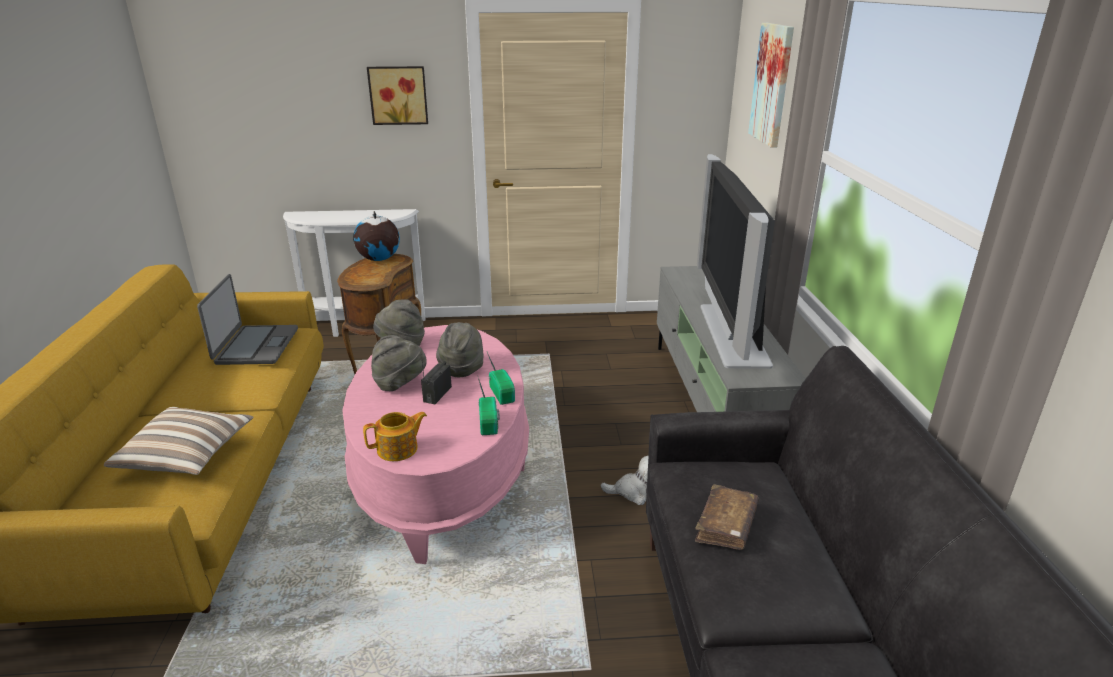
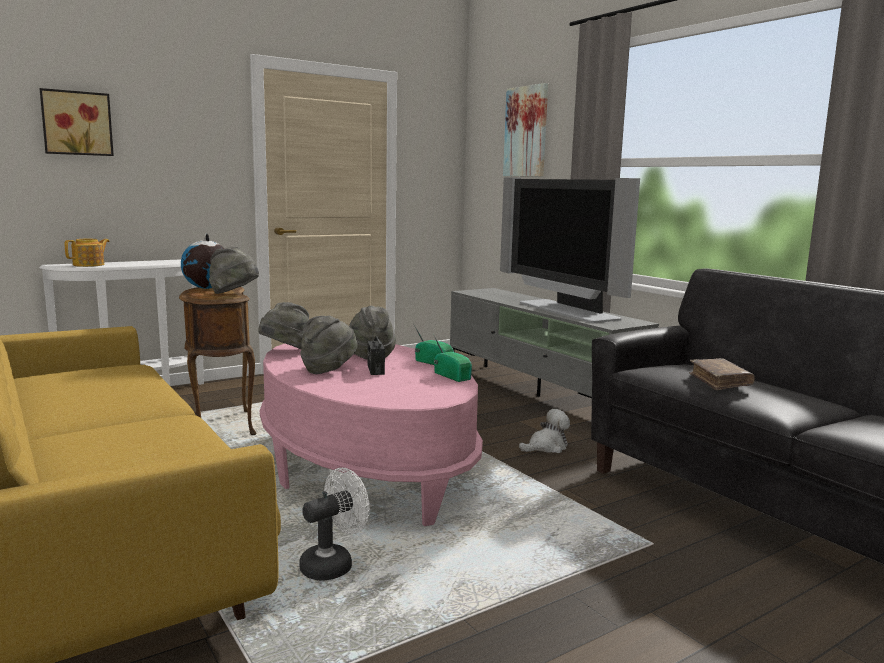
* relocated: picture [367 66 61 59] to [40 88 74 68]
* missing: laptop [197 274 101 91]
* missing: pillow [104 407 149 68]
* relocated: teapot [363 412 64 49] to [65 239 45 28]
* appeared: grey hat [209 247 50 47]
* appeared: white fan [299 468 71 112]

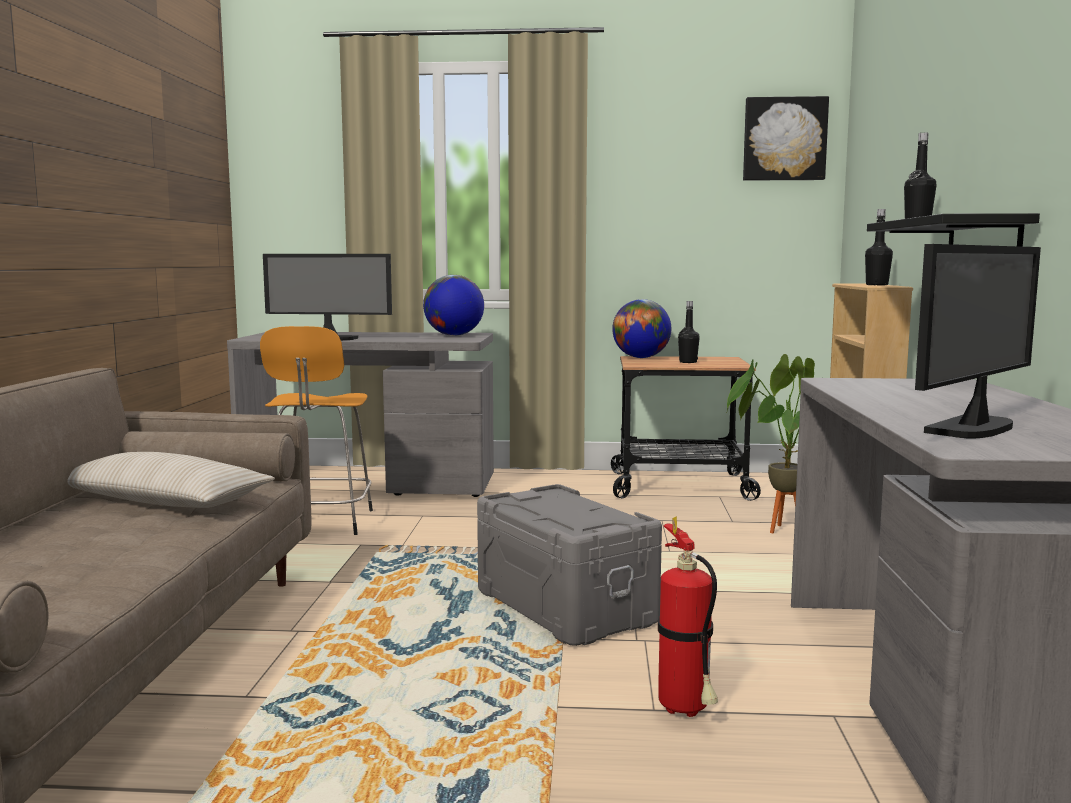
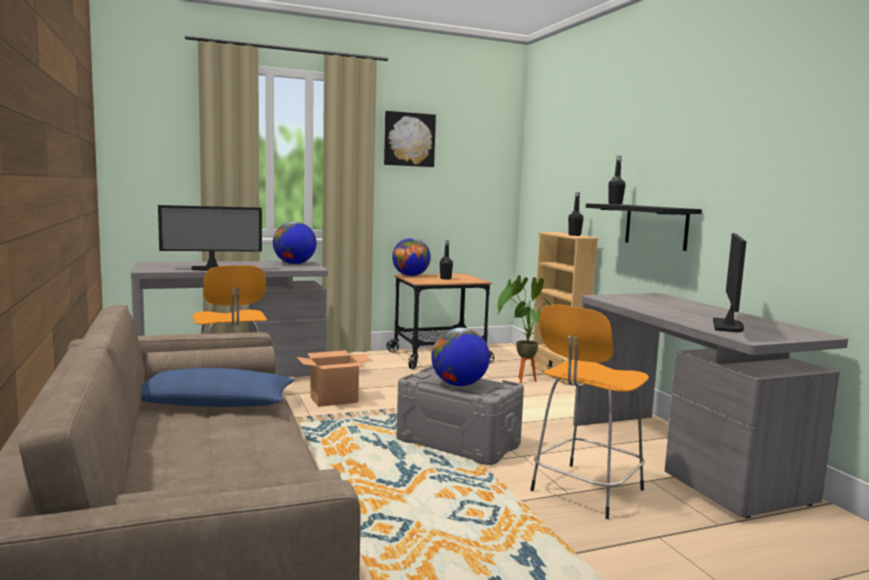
* relocated: picture [743 96 86 85] to [384 111 52 56]
* colour: beige pillow [67 452 208 56] to blue pillow [141 368 153 39]
* exchanged: fire extinguisher [658 516 60 201] to orange stool [530 304 119 215]
* appeared: globe [431 328 59 58]
* appeared: cardboard box [297 350 76 57]

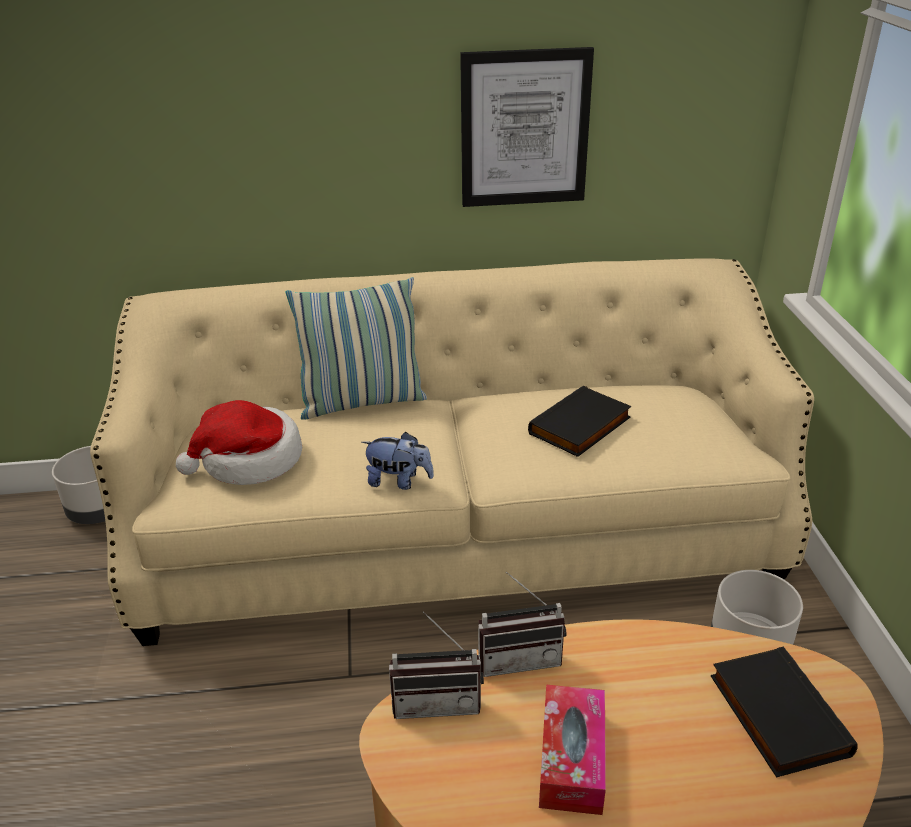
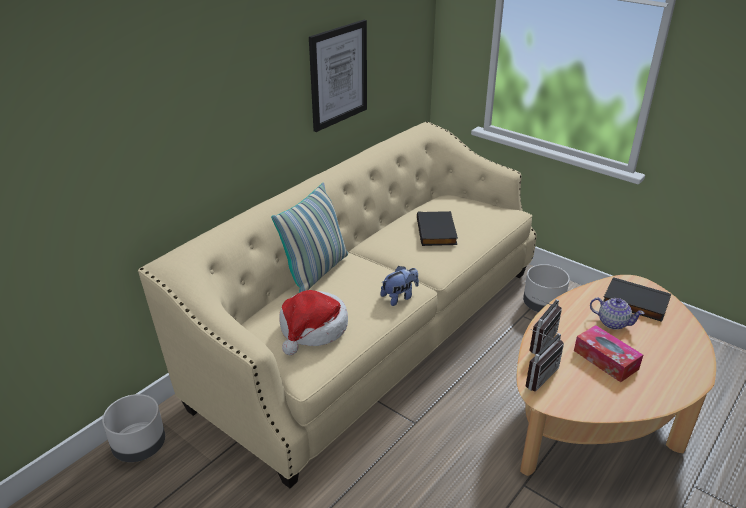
* appeared: teapot [590 297 55 33]

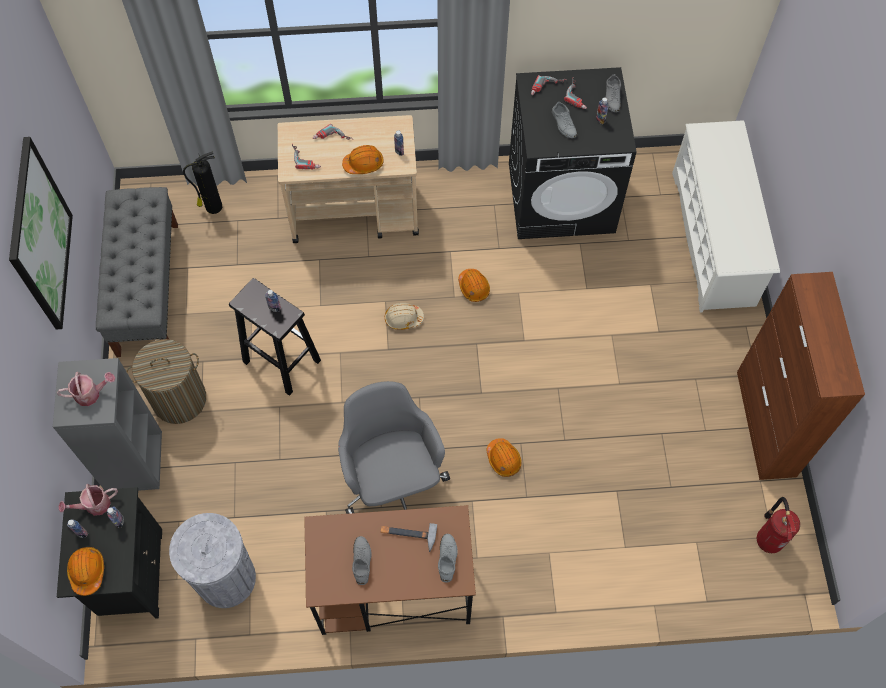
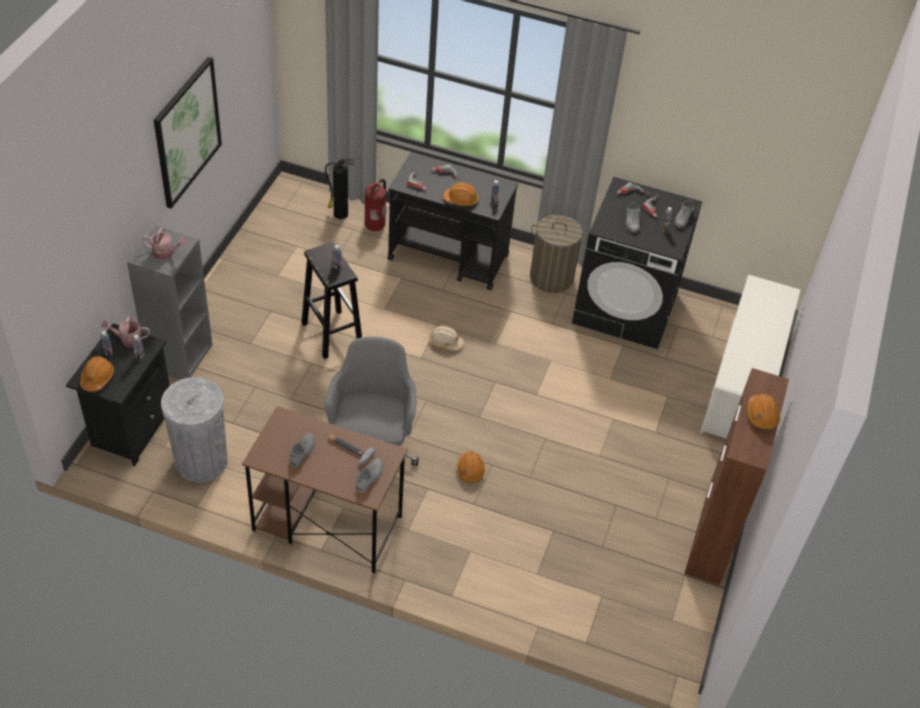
* colour: beige cart [278 115 141 128] to black cart [387 152 131 138]
* missing: grey bench [96 187 82 170]
* relocated: orange hard hat [458 269 32 33] to [747 394 33 36]
* relocated: laundry basket [126 339 80 85] to [530 215 58 78]
* relocated: fire extinguisher [757 497 43 56] to [365 179 21 52]

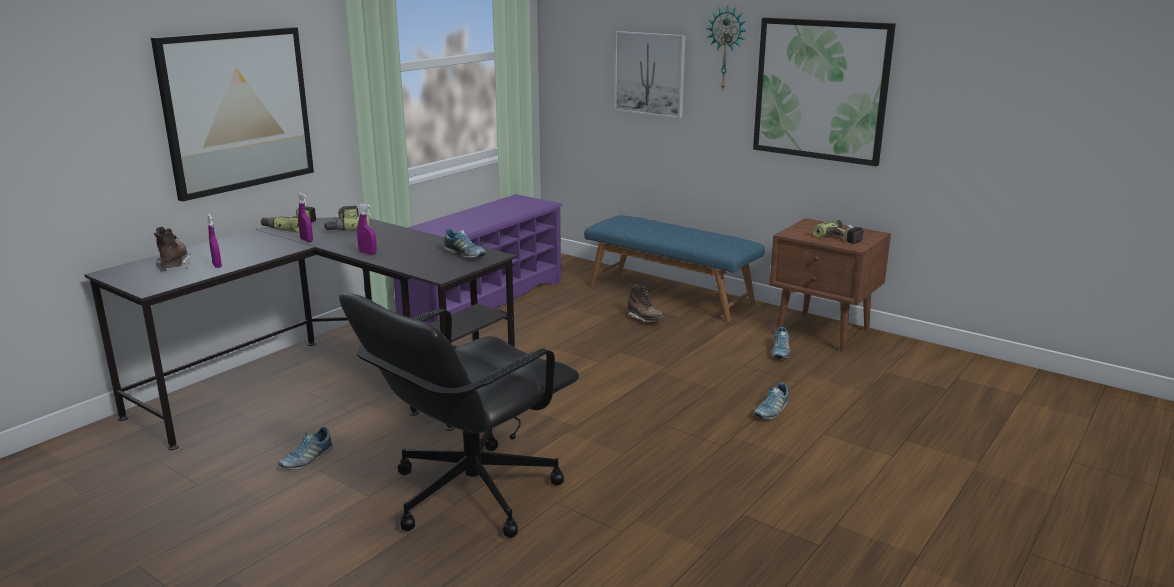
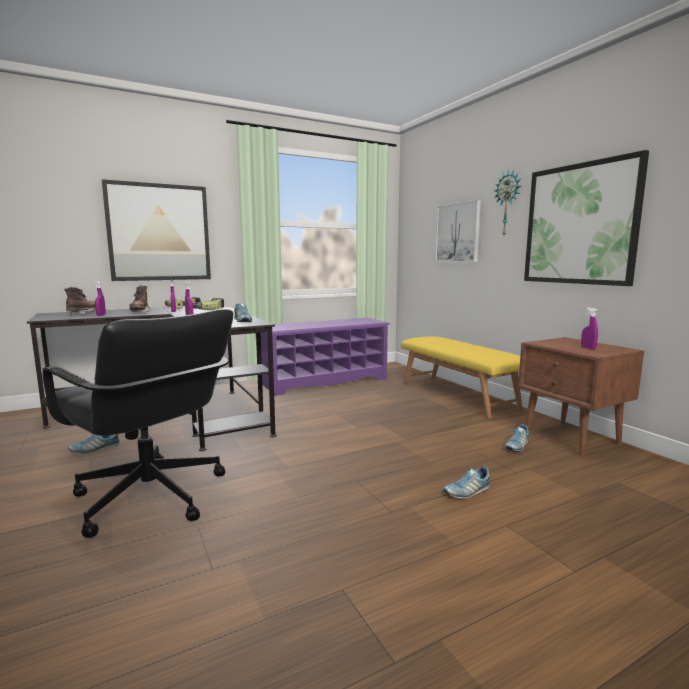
* colour: blue bench [584 215 181 107] to yellow bench [401 336 122 82]
* exchanged: power drill [813 220 51 24] to purple spray bottle [581 307 17 43]
* relocated: brown boot [627 283 38 39] to [127 285 24 27]
* spun: black office chair [339 293 240 245] = [42 309 191 229] 120 degrees counterclockwise

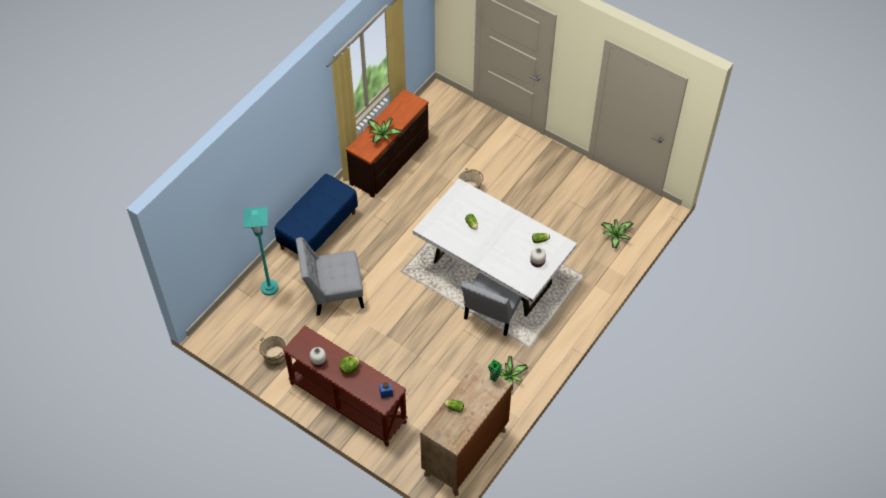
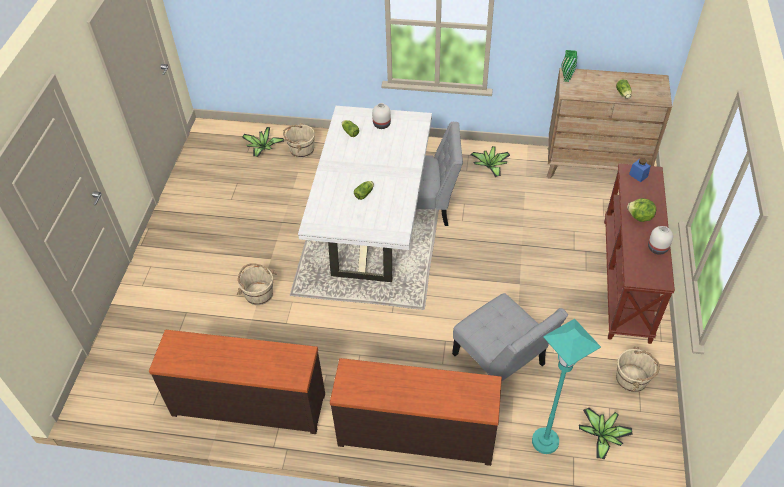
* relocated: potted plant [368 117 34 27] to [579 408 54 51]
* exchanged: blue bench [275 174 83 80] to brown dresser [330 358 172 108]
* appeared: beige bucket [283 123 32 35]

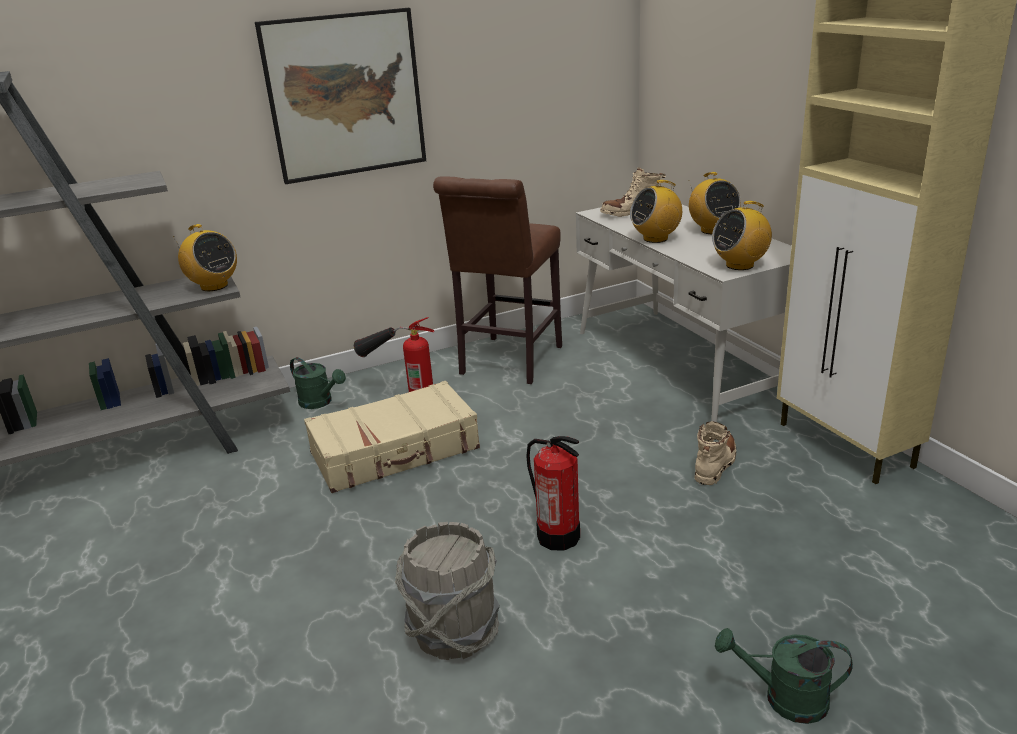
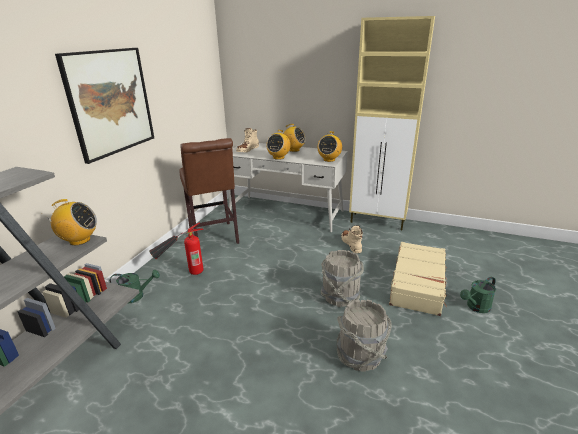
* relocated: beige suitcase [304 381 176 112] to [389 242 58 74]
* exchanged: fire extinguisher [526 436 54 115] to grey bucket [321 250 43 57]

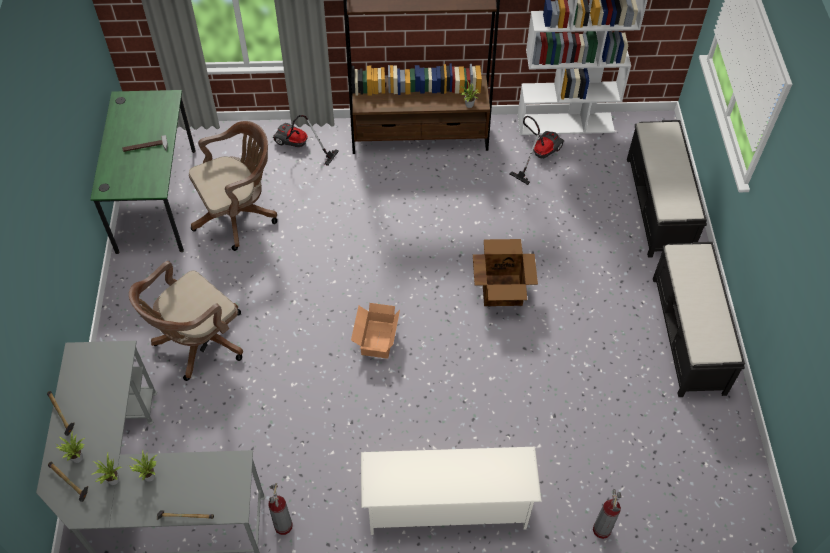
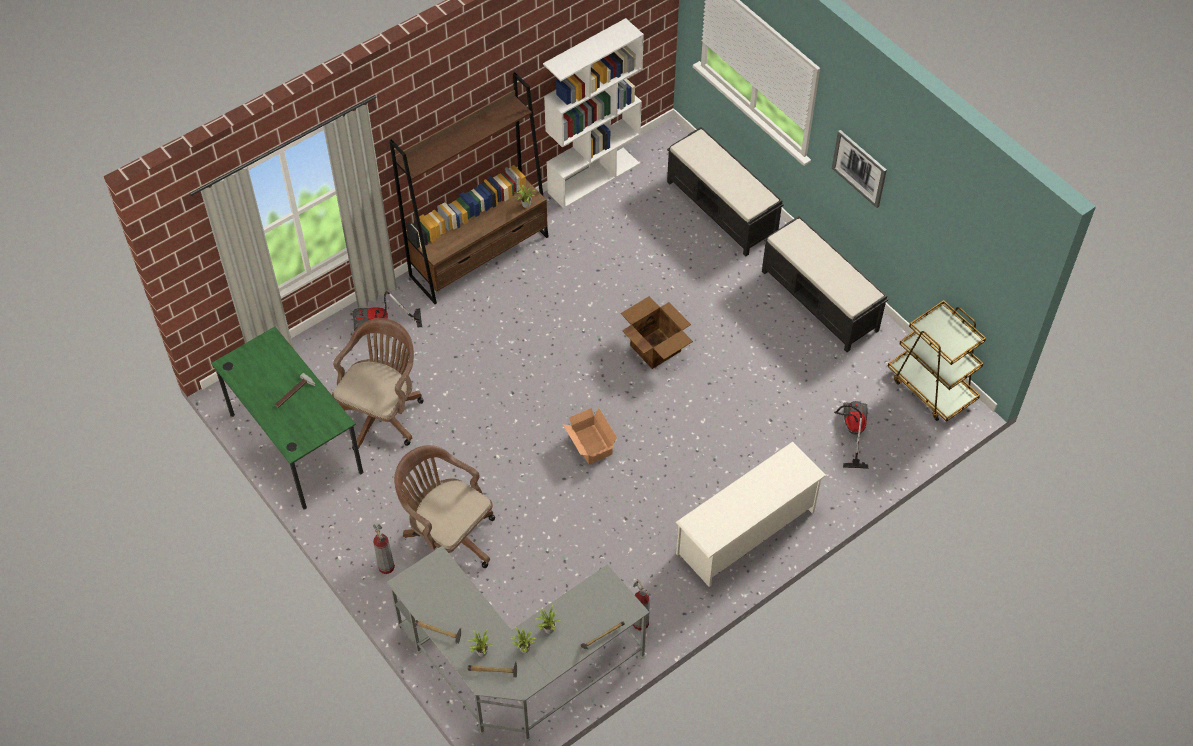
* relocated: vacuum cleaner [510 116 54 69] to [834 401 35 68]
* spun: brown office chair [129 261 114 120] = [394 445 101 123] 120 degrees clockwise
* relocated: fire extinguisher [593 489 28 50] to [373 524 22 50]
* appeared: picture [832 130 55 78]
* appeared: brown cart [888 300 98 122]

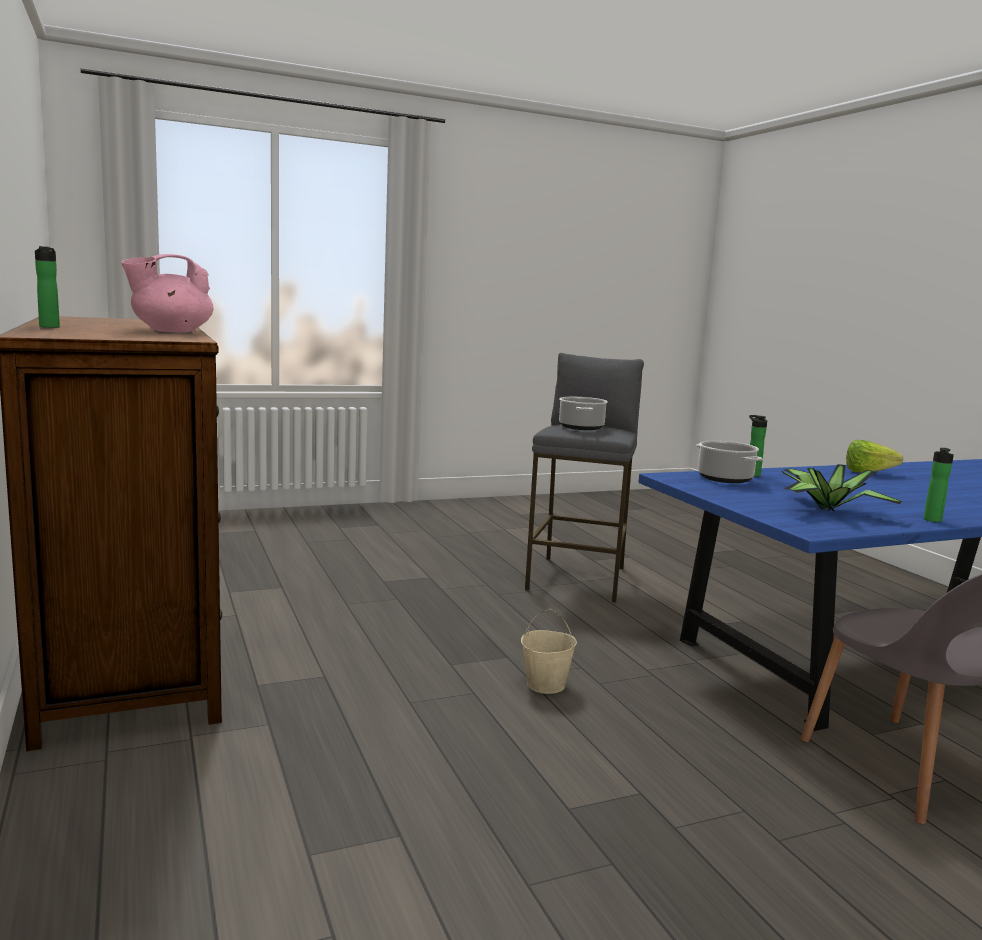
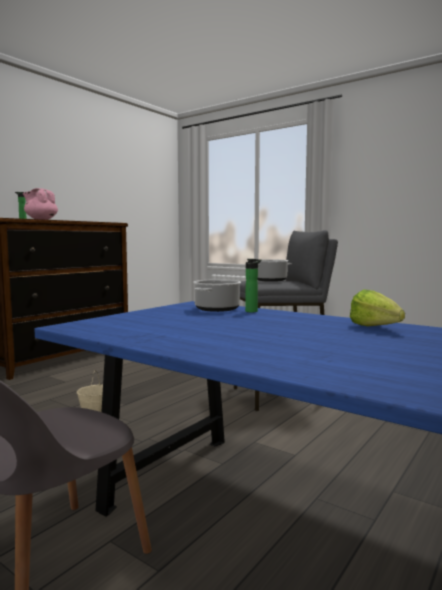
* missing: bottle [923 448 31 74]
* missing: potted plant [781 464 121 47]

